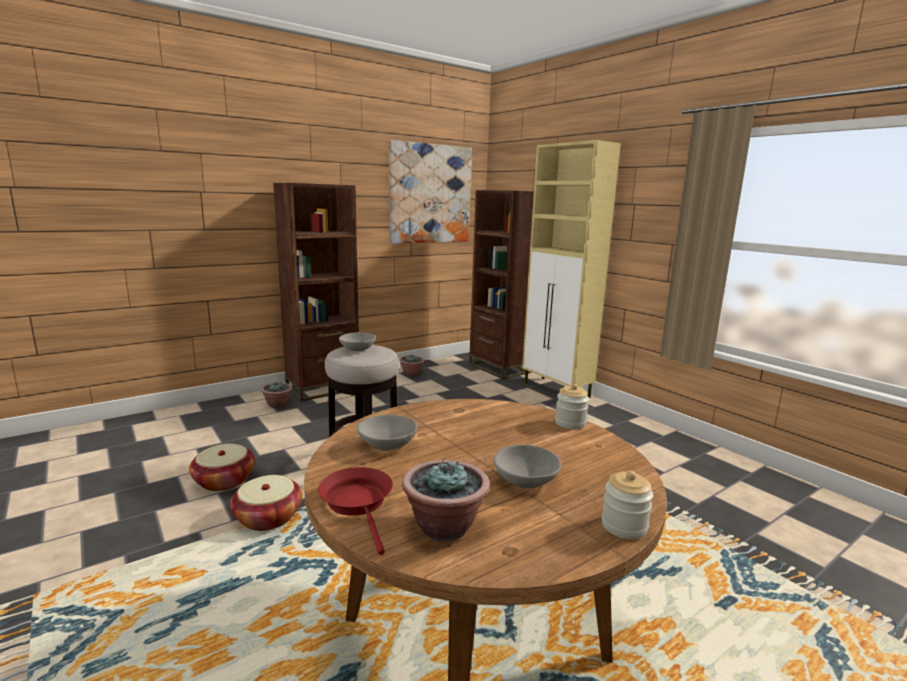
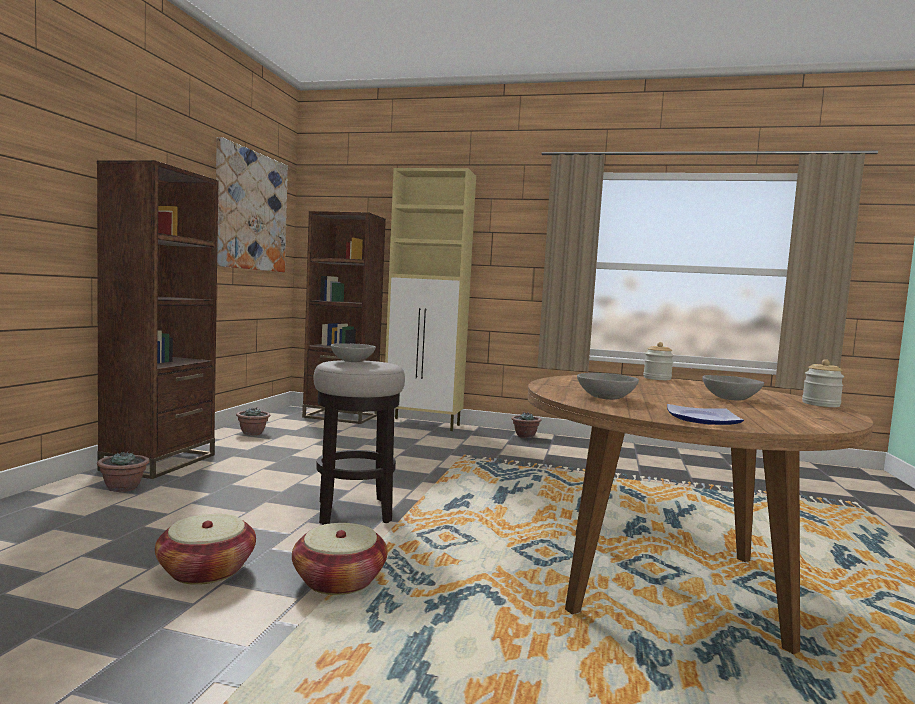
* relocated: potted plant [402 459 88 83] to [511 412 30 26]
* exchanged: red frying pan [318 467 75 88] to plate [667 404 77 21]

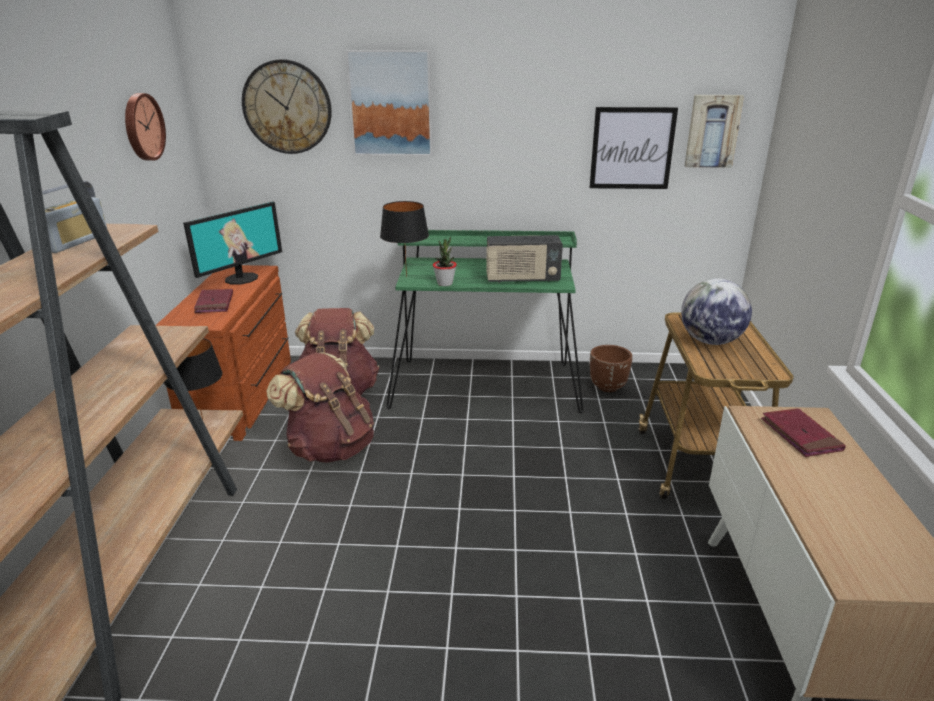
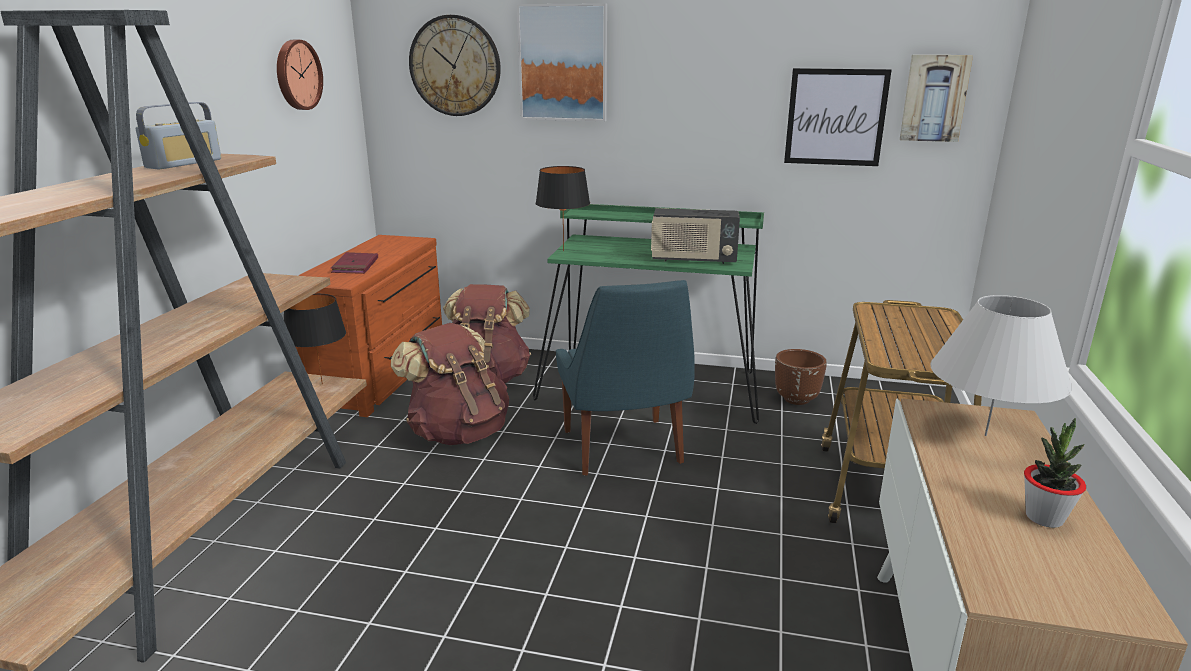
* missing: monitor [183 202 99 83]
* relocated: potted plant [433 237 24 49] to [1024 418 62 110]
* missing: globe [681 278 71 67]
* exchanged: red book [761 408 85 49] to white table lamp [930 295 142 141]
* appeared: blue chair [556 280 139 196]

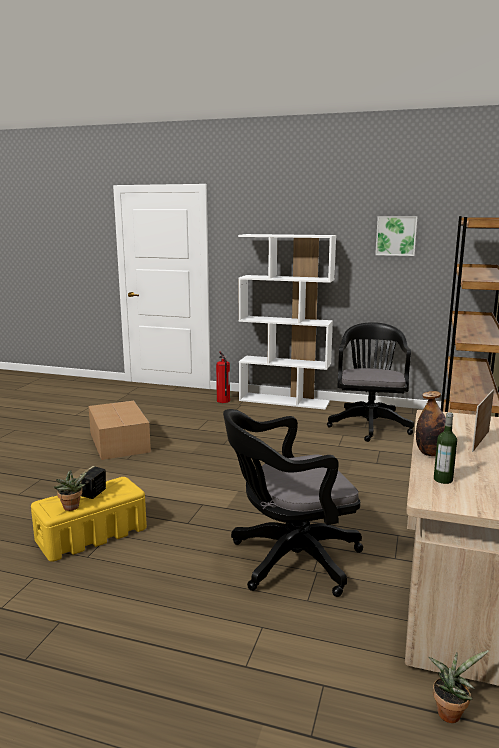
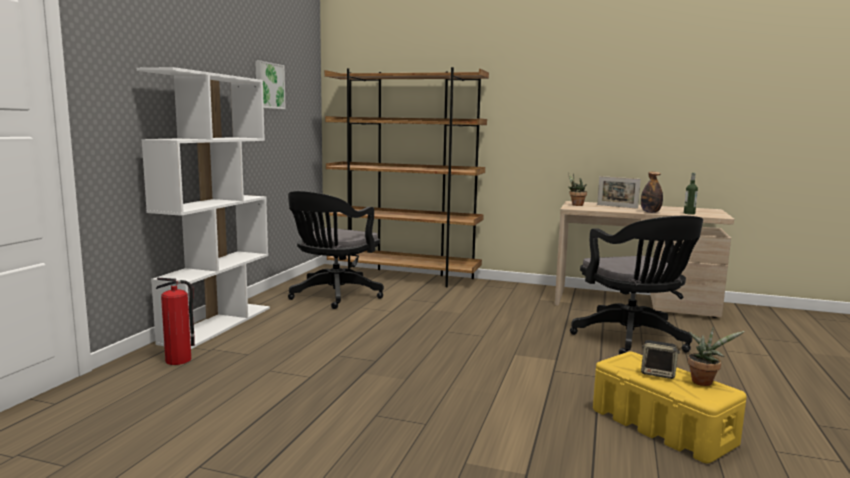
* spun: black office chair [327 322 87 120] = [288 191 96 118] 75 degrees counterclockwise
* missing: cardboard box [88 401 63 59]
* relocated: potted plant [428 650 61 73] to [568 173 19 33]

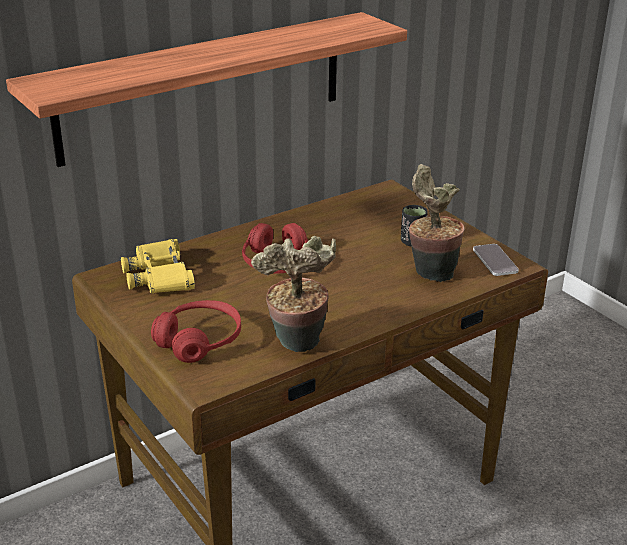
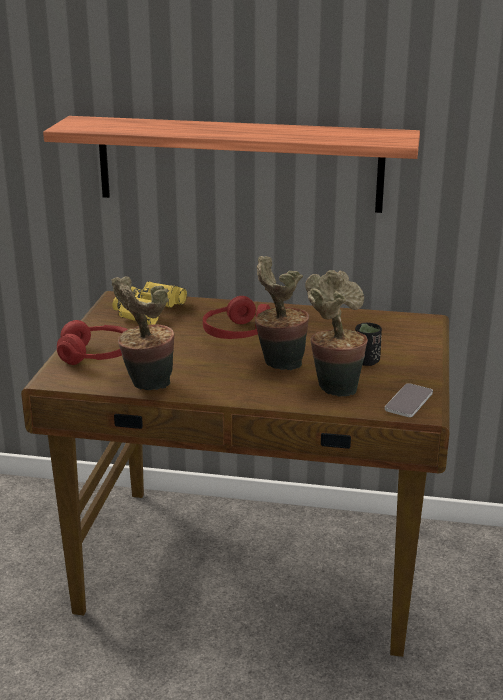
* appeared: potted plant [255 256 54 114]

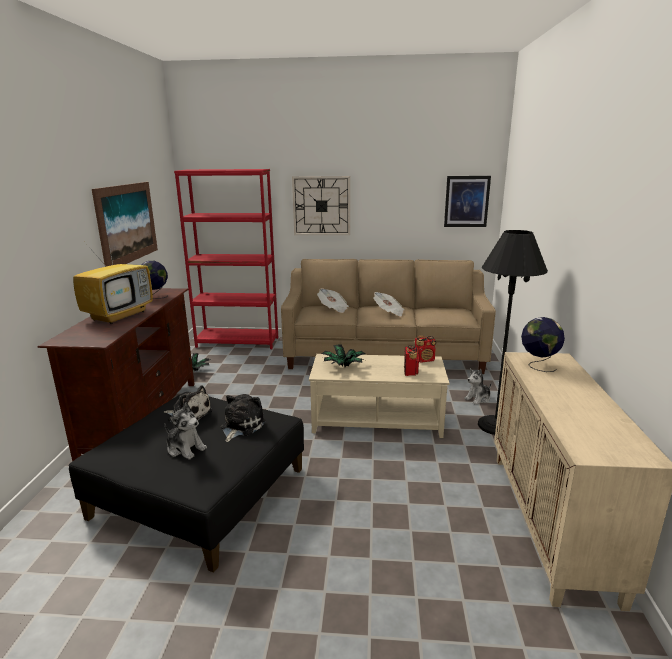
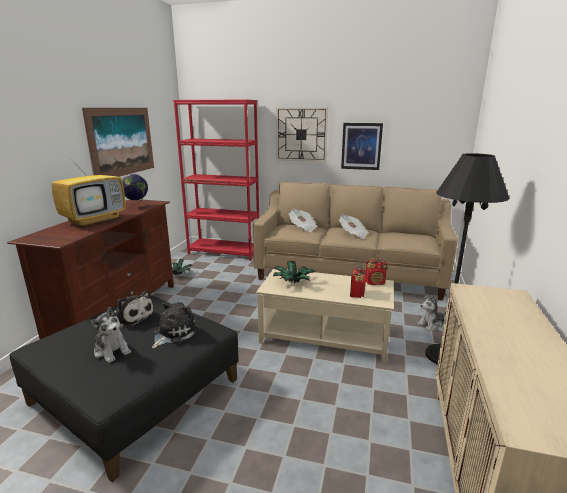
* relocated: picture [444 176 47 51] to [341 123 42 47]
* missing: globe [521 317 44 55]

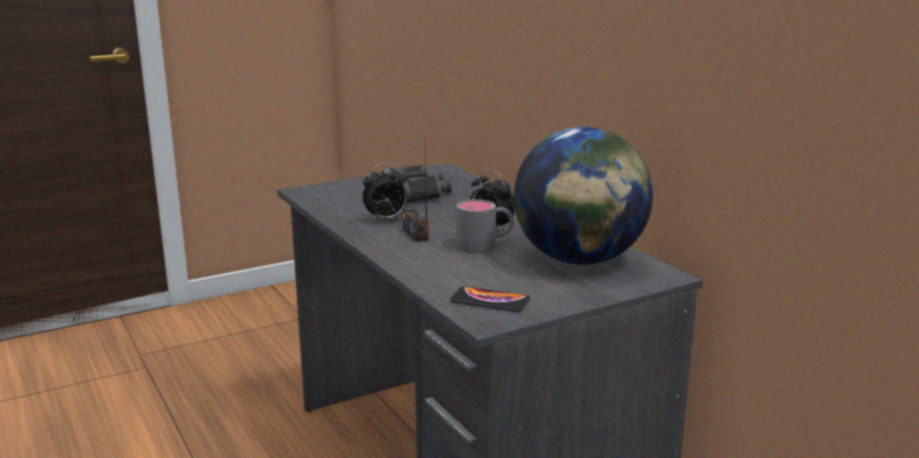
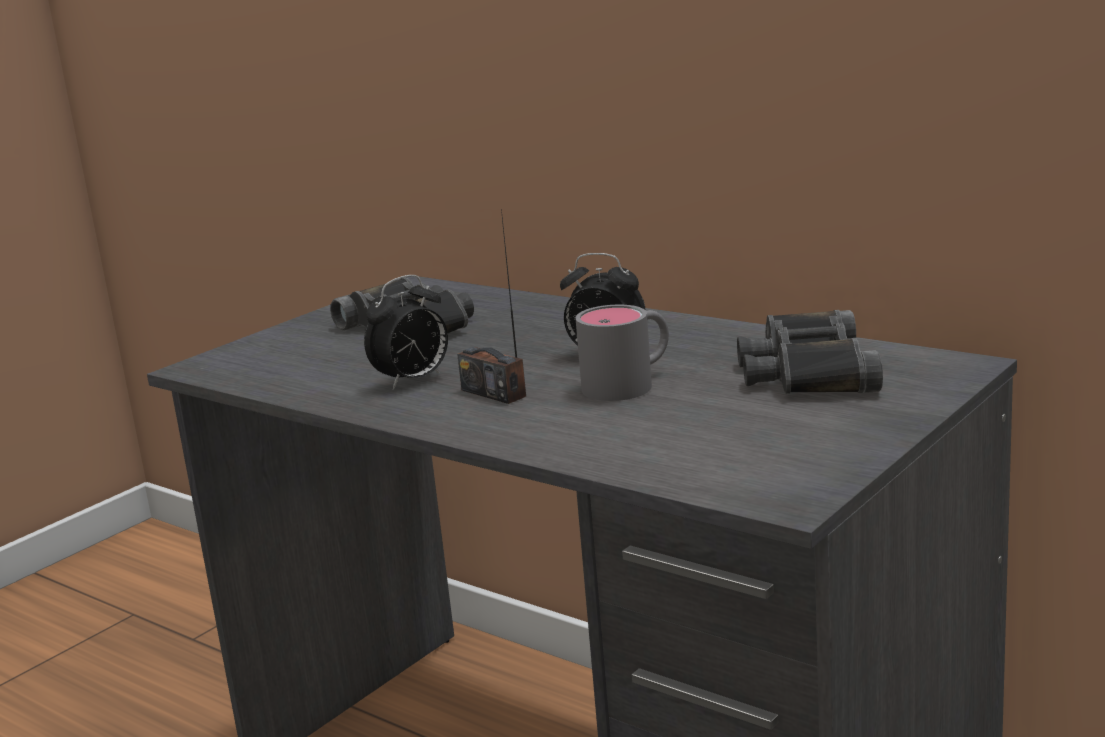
* exchanged: globe [514 127 139 138] to black binoculars [737 310 146 84]
* missing: phone [450 286 80 26]

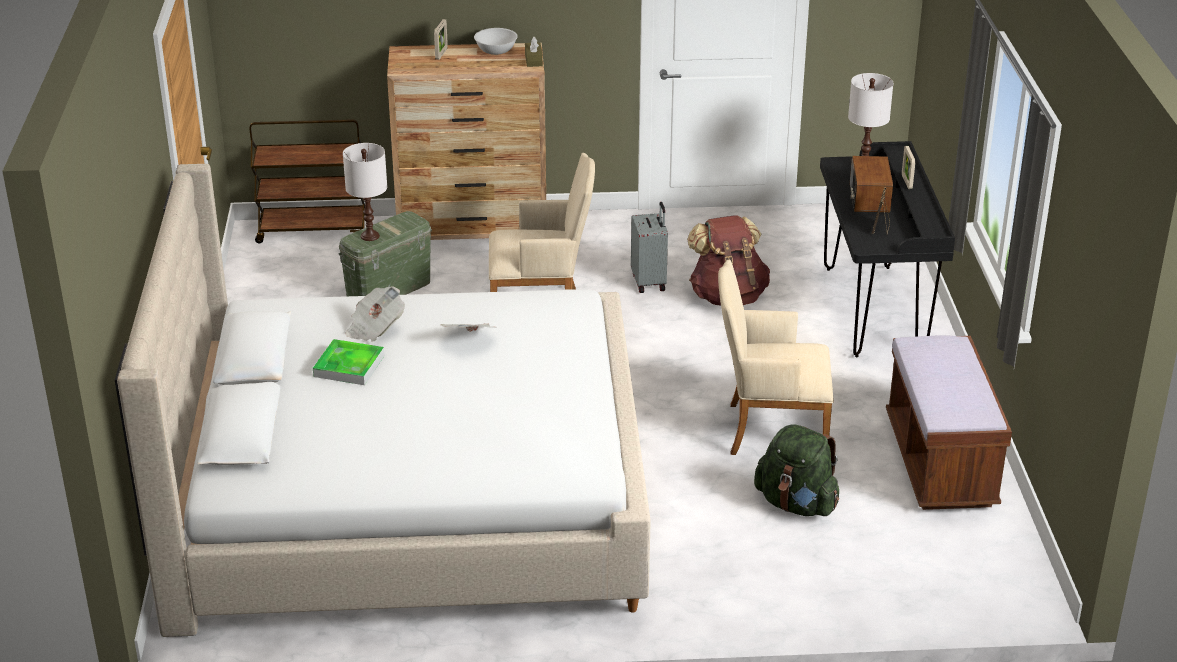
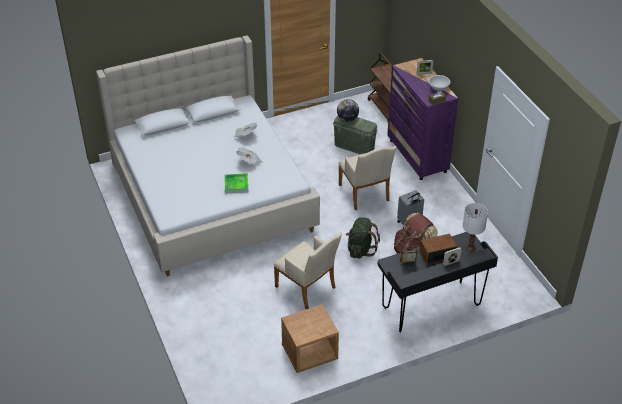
* colour: brown dresser [387 43 159 197] to purple dresser [387 58 72 122]
* exchanged: white table lamp [343 143 44 98] to globe [337 99 22 23]
* spun: beige armchair [718 260 116 195] = [273 232 69 77] 150 degrees clockwise
* exchanged: brown bench [886 335 126 175] to brown nightstand [281 304 58 69]
* relocated: tray [313 339 71 46] to [224 173 24 21]
* relocated: green backpack [754 424 85 92] to [346 217 34 42]

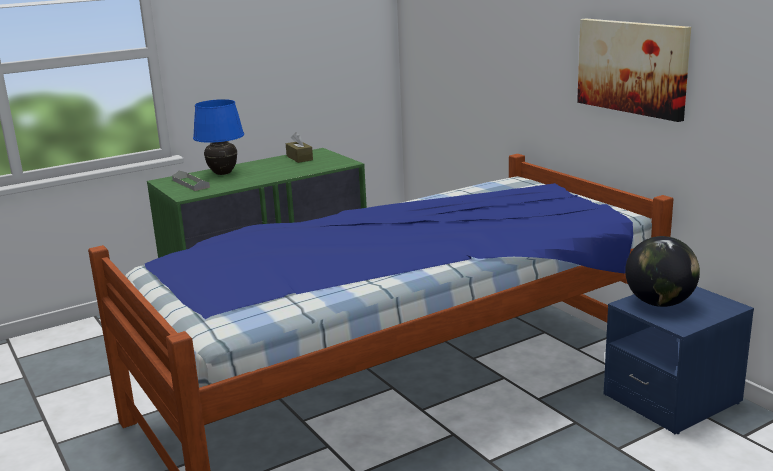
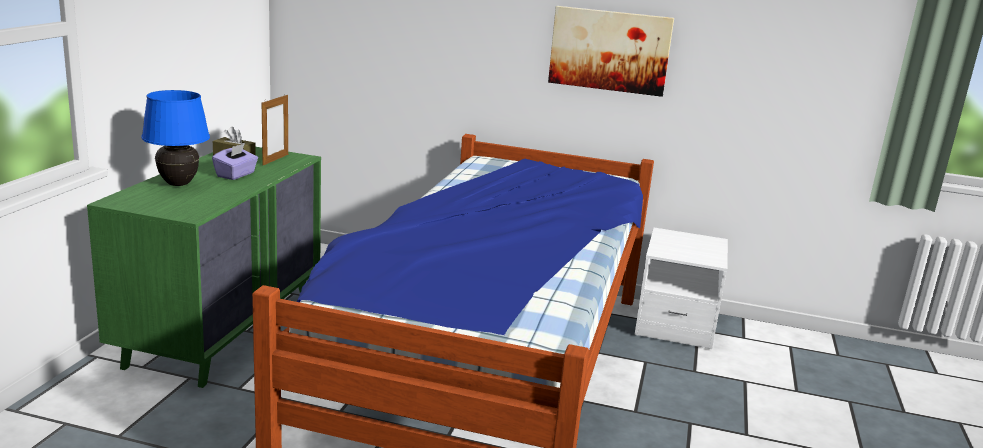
* missing: grey tray [172 170 38 21]
* missing: globe [625 236 75 71]
* colour: blue nightstand [604 286 150 148] to white nightstand [635 228 93 121]
* appeared: picture frame [262 95 26 70]
* appeared: purple tissue box [212 143 46 37]

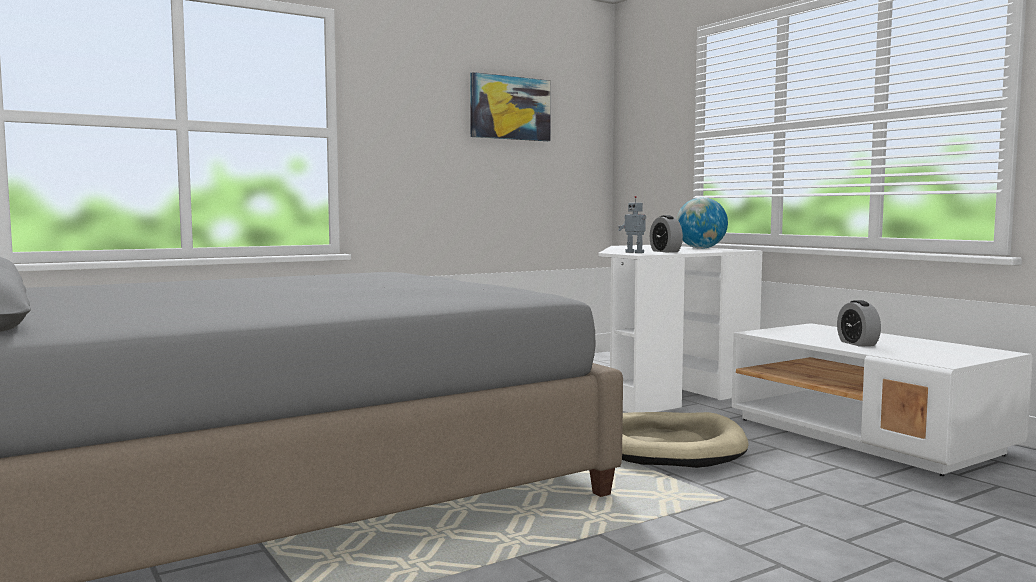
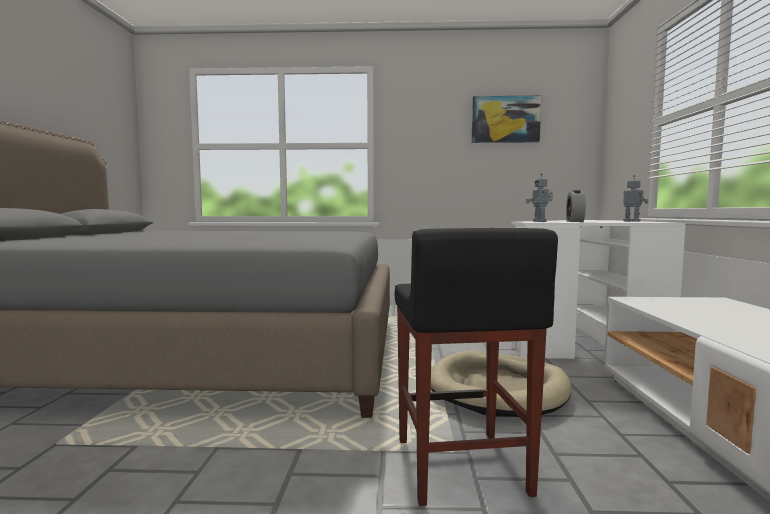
* exchanged: globe [676 197 52 52] to toy robot [623 175 25 47]
* missing: alarm clock [837 300 44 47]
* appeared: black stool [395 228 163 278]

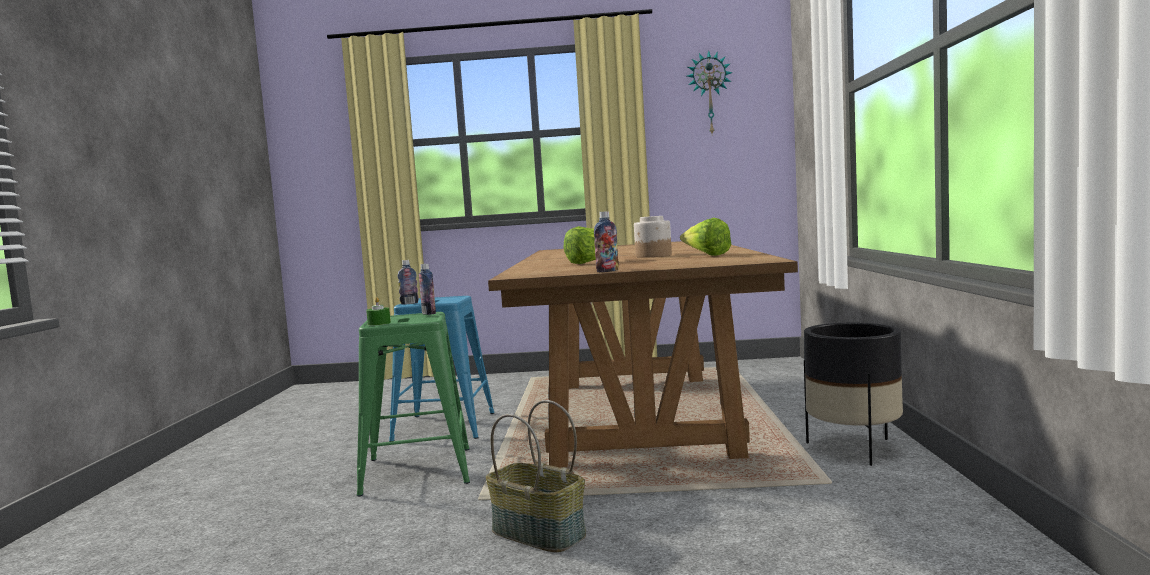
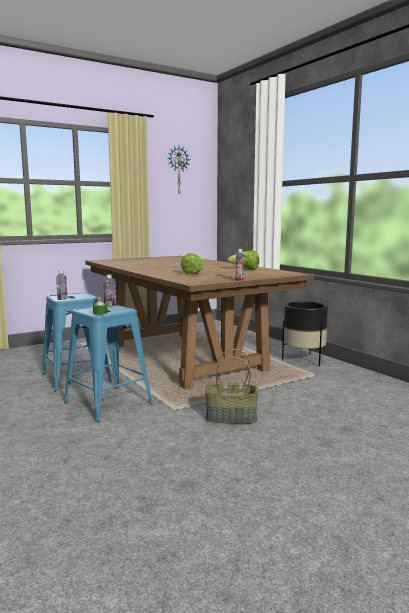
* missing: jar [634 216 38 42]
* colour: green stool [357 312 113 184] to blue stool [64 305 89 117]

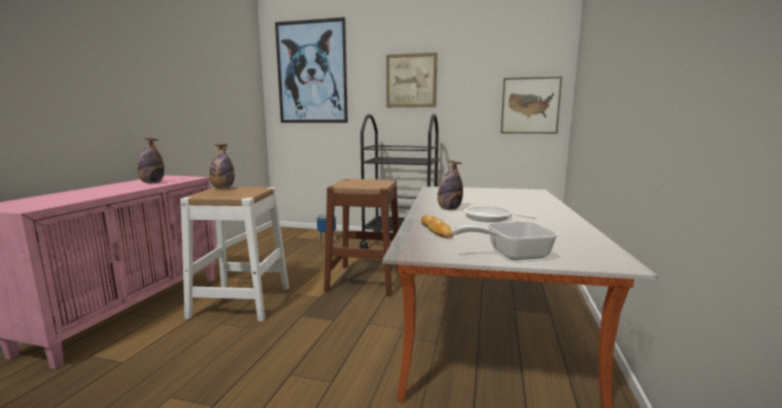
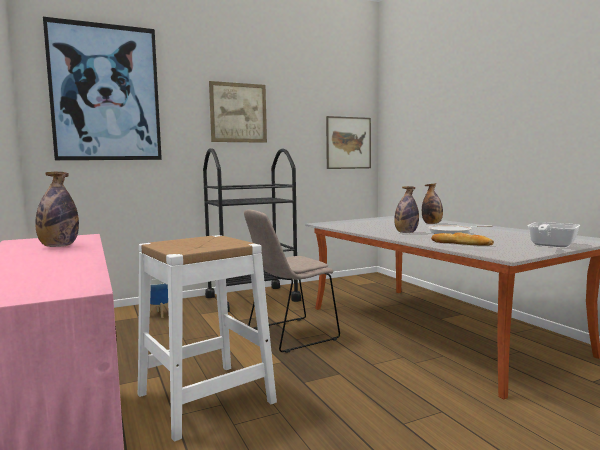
* relocated: bottle [210 144 25 44] to [422 183 21 41]
* exchanged: brown stool [324 179 75 118] to beige chair [244 210 96 143]

